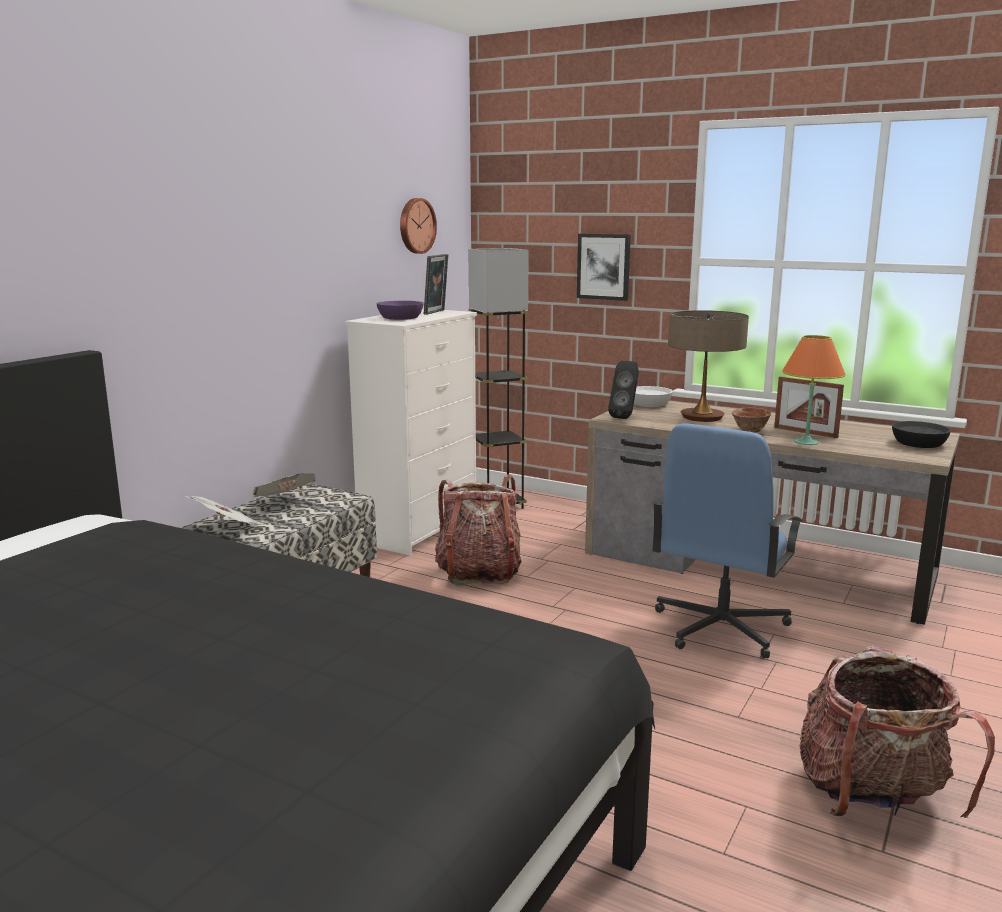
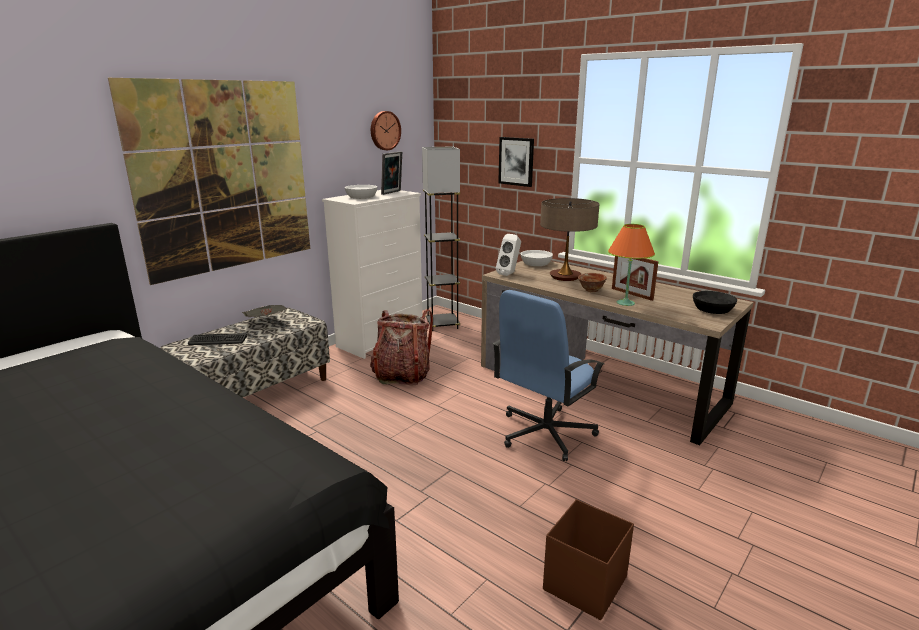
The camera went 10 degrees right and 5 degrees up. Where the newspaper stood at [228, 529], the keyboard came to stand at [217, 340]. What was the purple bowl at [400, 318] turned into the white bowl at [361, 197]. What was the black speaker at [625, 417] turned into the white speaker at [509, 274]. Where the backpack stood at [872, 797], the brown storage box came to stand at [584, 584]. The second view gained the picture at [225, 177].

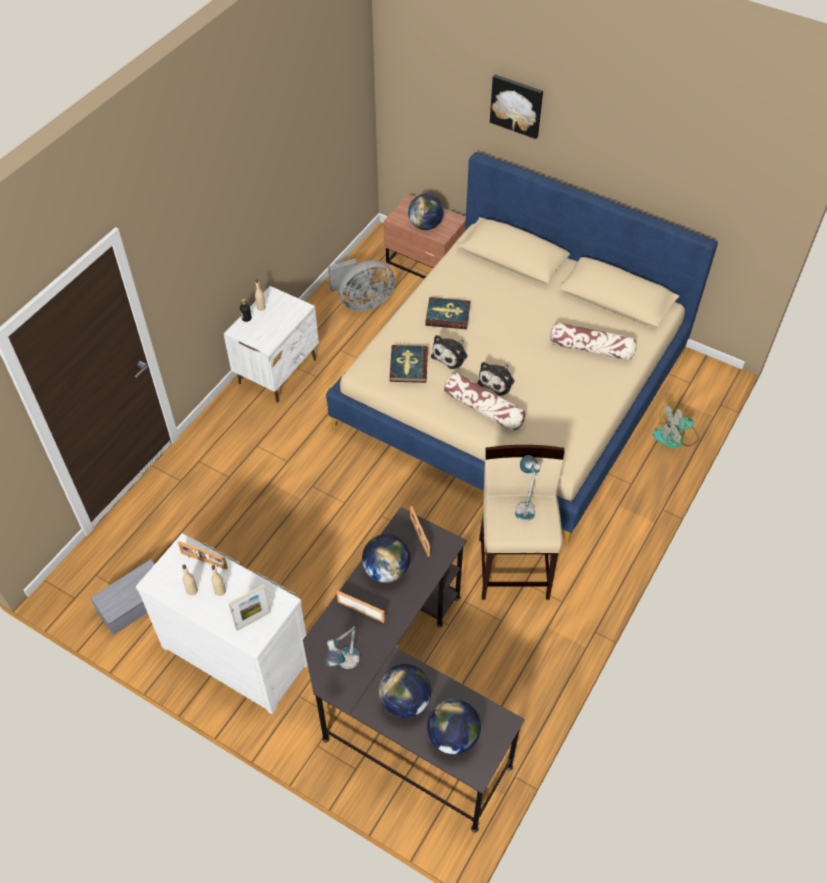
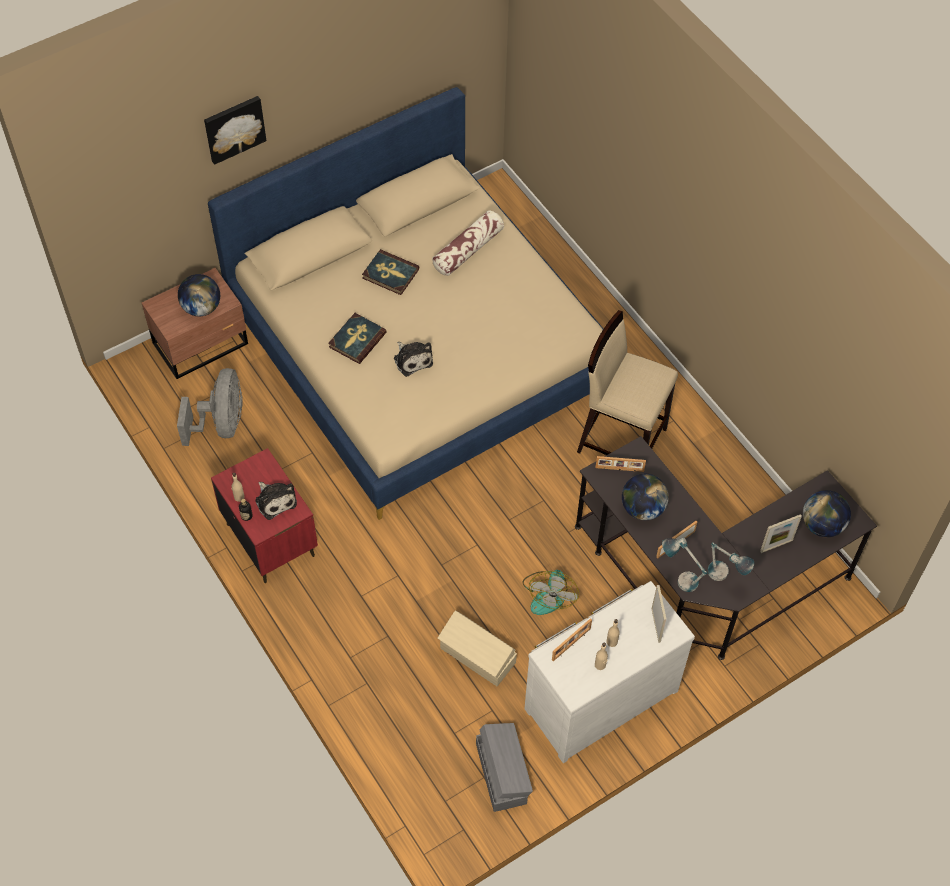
The camera went 65 degrees left and 5 degrees up. What was the white nightstand at [278, 371] turned into the red nightstand at [270, 539]. Where the globe stood at [405, 701], the picture frame came to stand at [776, 546]. The book ended up elsewhere, having gone from [408, 365] to [390, 274]. The second view lost the pillow at [483, 409]. The plush toy ended up elsewhere, having gone from [497, 381] to [275, 500]. The table lamp ended up elsewhere, having gone from [525, 505] to [679, 578]. The fan ended up elsewhere, having gone from [675, 436] to [549, 594]. The second view gained the beige storage box at [477, 656].

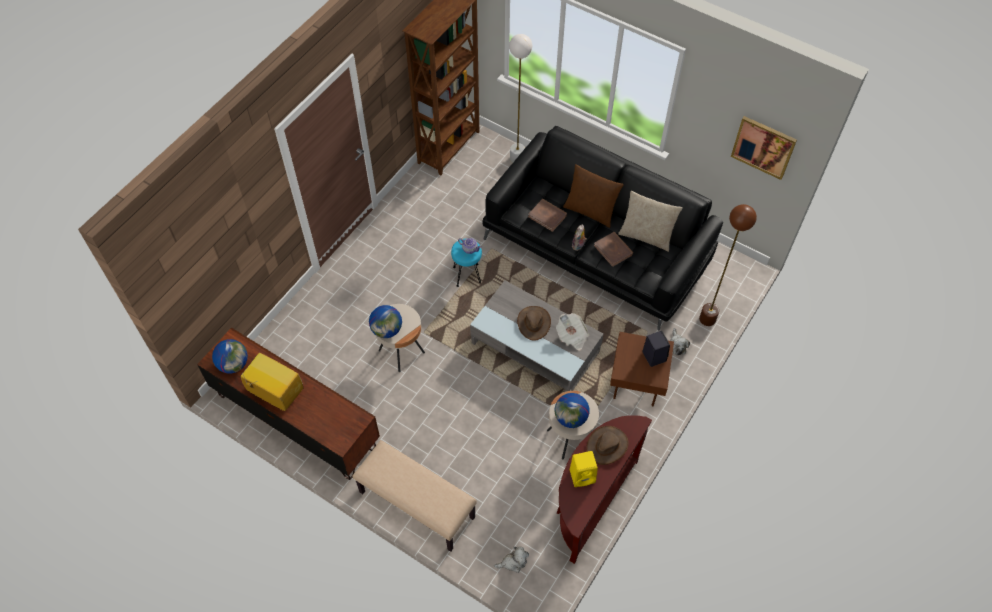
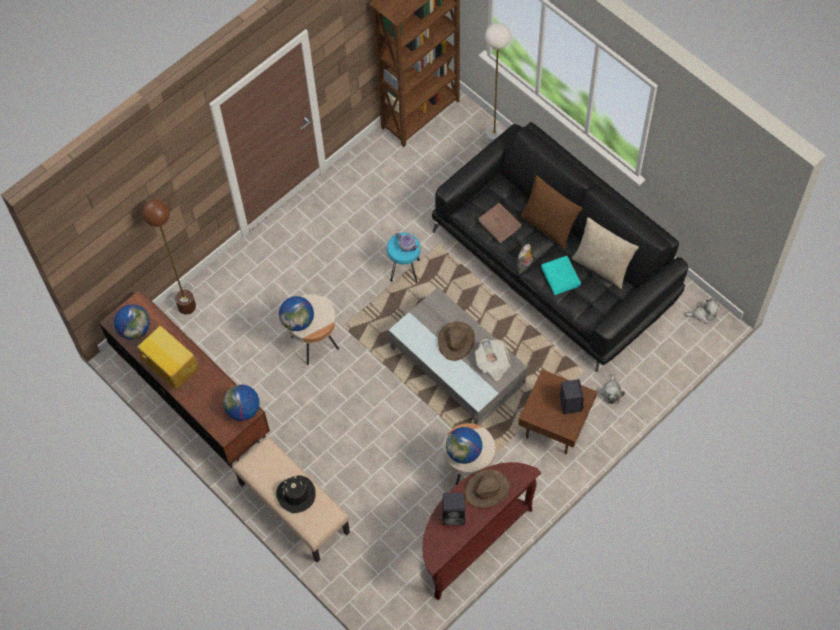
The camera went 15 degrees right and 5 degrees up. The plush toy ended up elsewhere, having gone from [513, 562] to [703, 314]. What was the yellow speaker at [583, 476] turned into the black speaker at [454, 515]. What was the brown book at [613, 250] turned into the turquoise book at [561, 276]. The brown floor lamp ended up elsewhere, having gone from [707, 319] to [187, 306]. The second view lost the picture at [763, 147]. The second view gained the globe at [243, 410]. The second view gained the black hat at [296, 495].

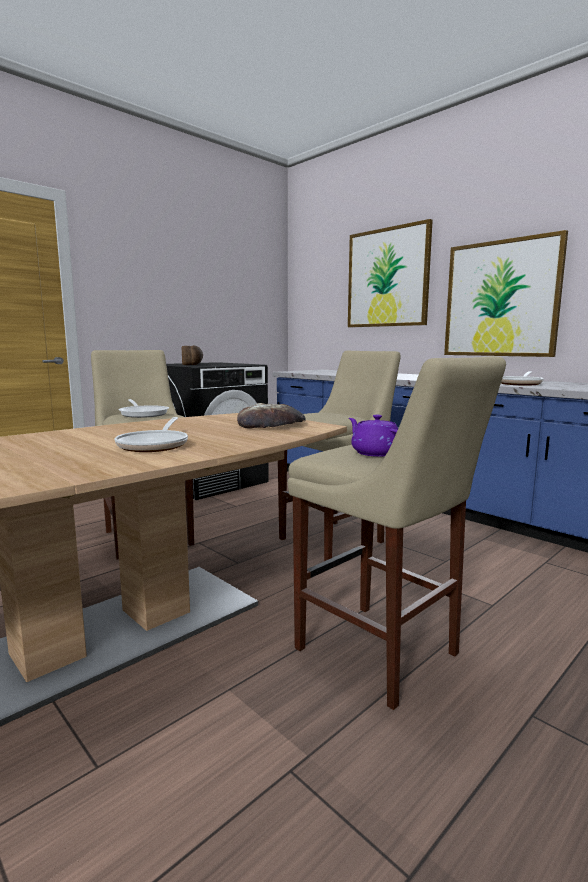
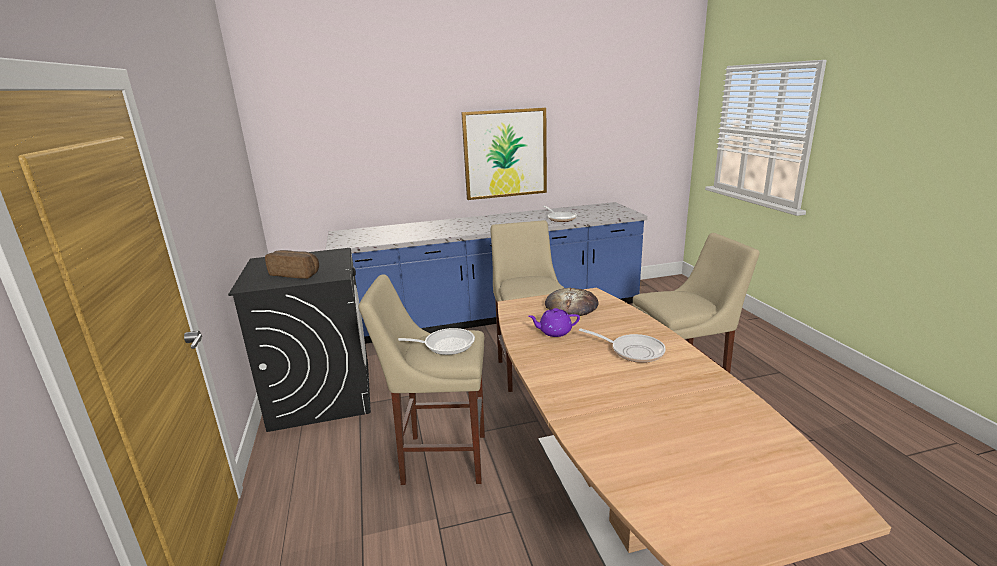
The camera went 60 degrees left and 10 degrees up. The second view lost the picture at [387, 278]. The purple teapot ended up elsewhere, having gone from [374, 453] to [554, 332].

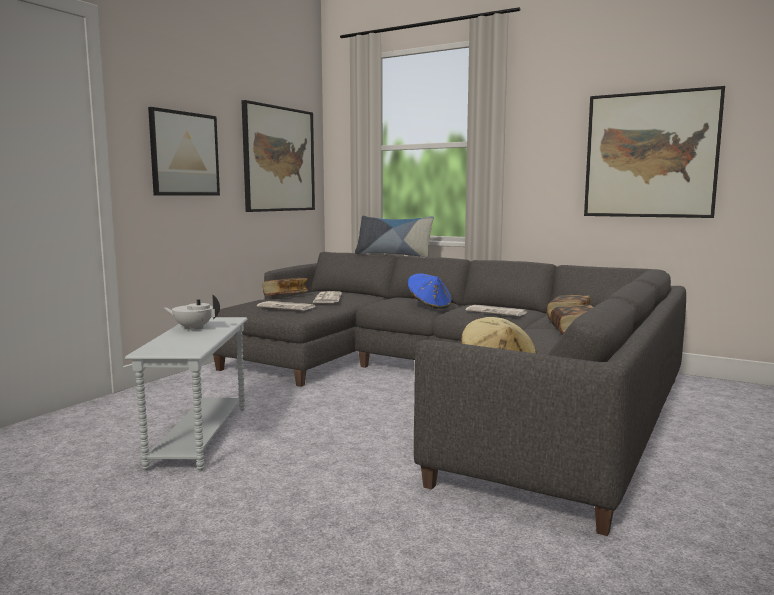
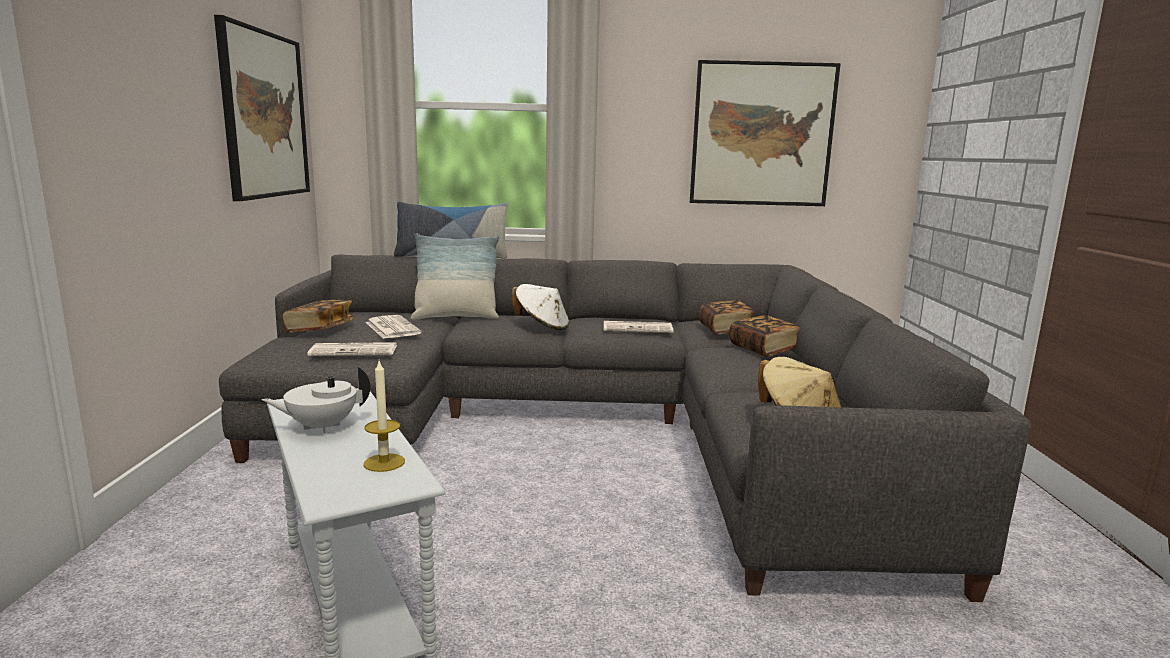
The camera went 30 degrees left and 5 degrees up. The second view lost the picture at [184, 154]. What was the blue hat at [429, 306] turned into the white hat at [542, 326]. The second view gained the candle at [384, 462]. The second view gained the pillow at [456, 317].

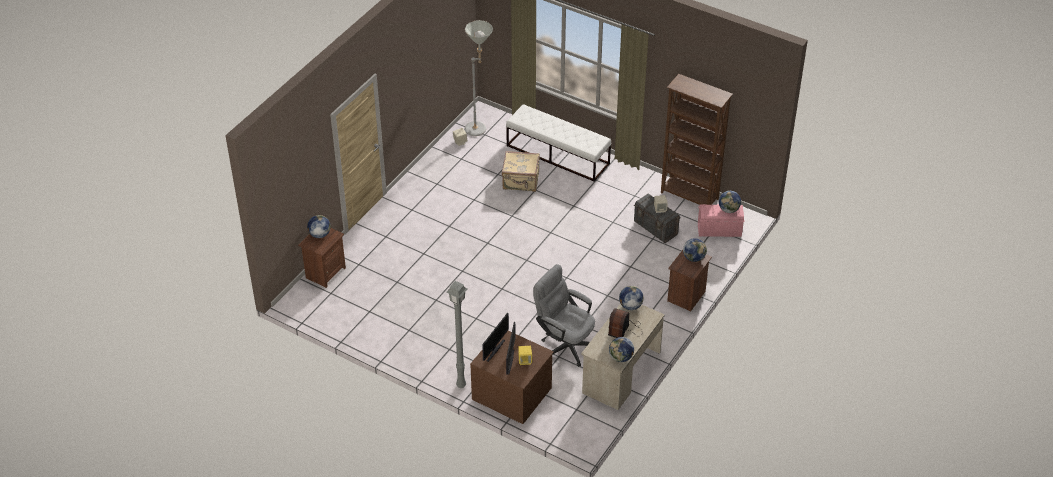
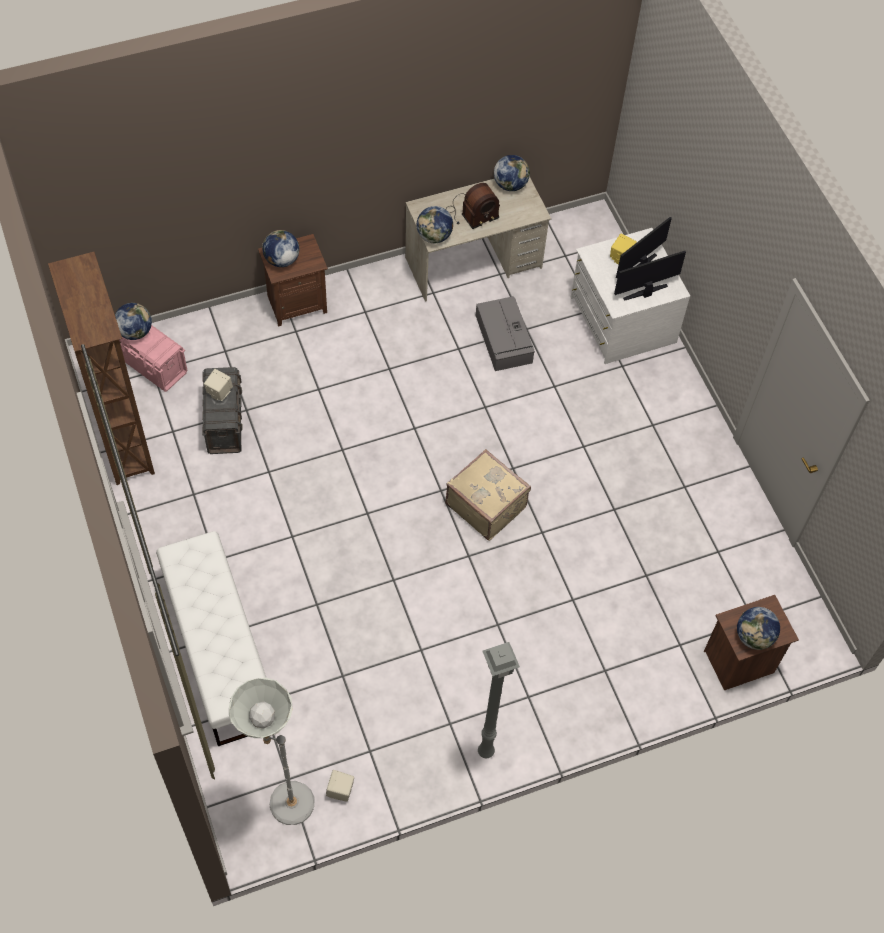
The camera went 145 degrees left and 15 degrees up. The grey floor lamp ended up elsewhere, having gone from [460, 385] to [487, 752]. What was the brown dresser at [512, 392] turned into the white dresser at [621, 320]. The beige suitcase ended up elsewhere, having gone from [521, 181] to [486, 505]. Where the grey office chair stood at [564, 343], the grey storage box came to stand at [504, 340].

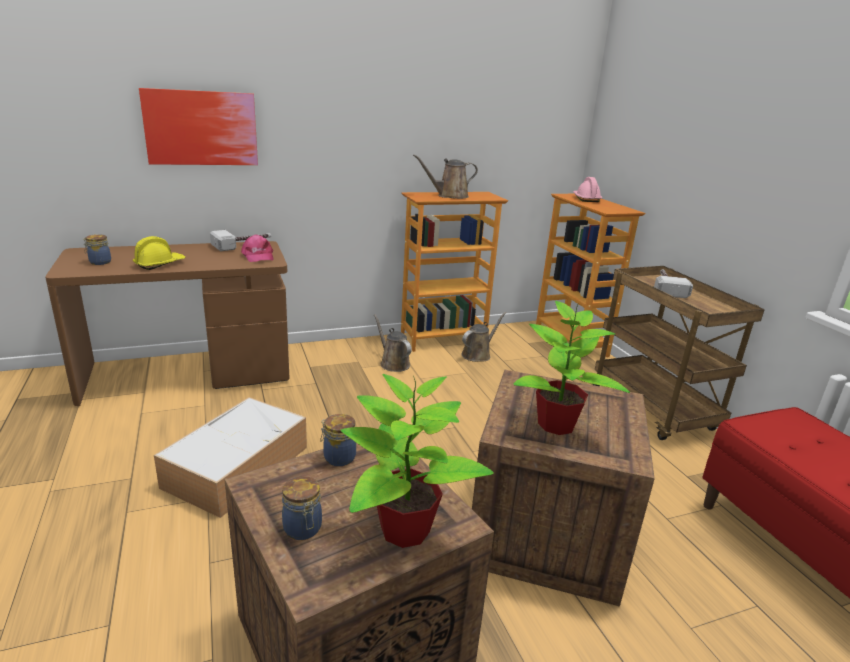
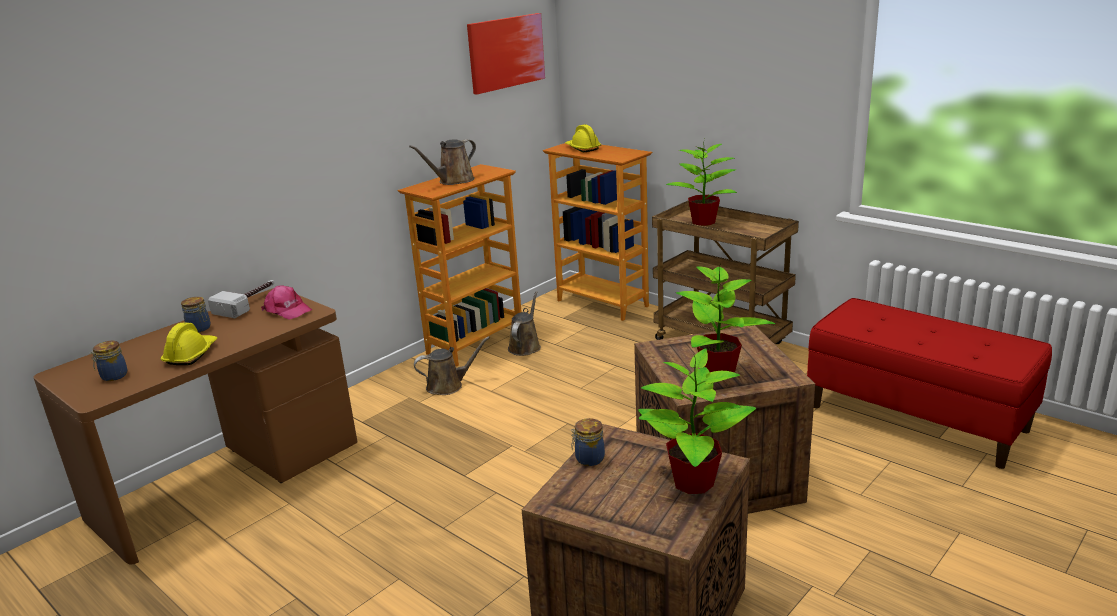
The camera went 25 degrees left and 0 degrees up. The picture ended up elsewhere, having gone from [201, 128] to [506, 52]. The second view lost the storage box at [238, 465]. The jar ended up elsewhere, having gone from [303, 529] to [200, 329]. The brown watering can at [393, 363] ended up facing another way, 135 degrees clockwise from before. What was the pink hard hat at [585, 199] turned into the yellow hard hat at [582, 148]. Where the hammer stood at [666, 287], the potted plant came to stand at [704, 222].

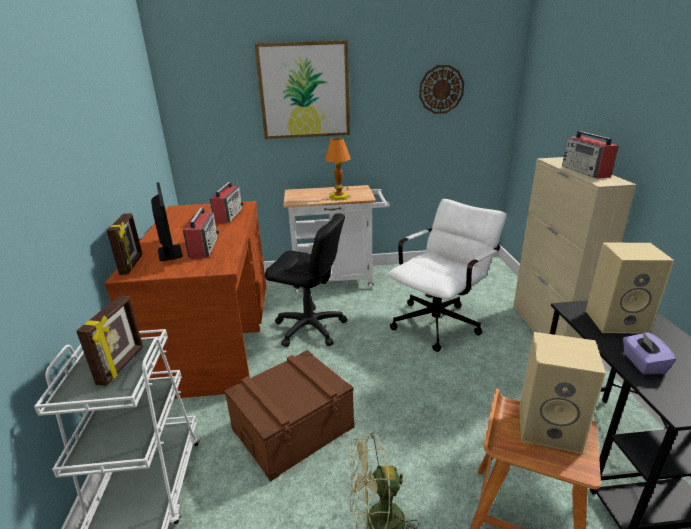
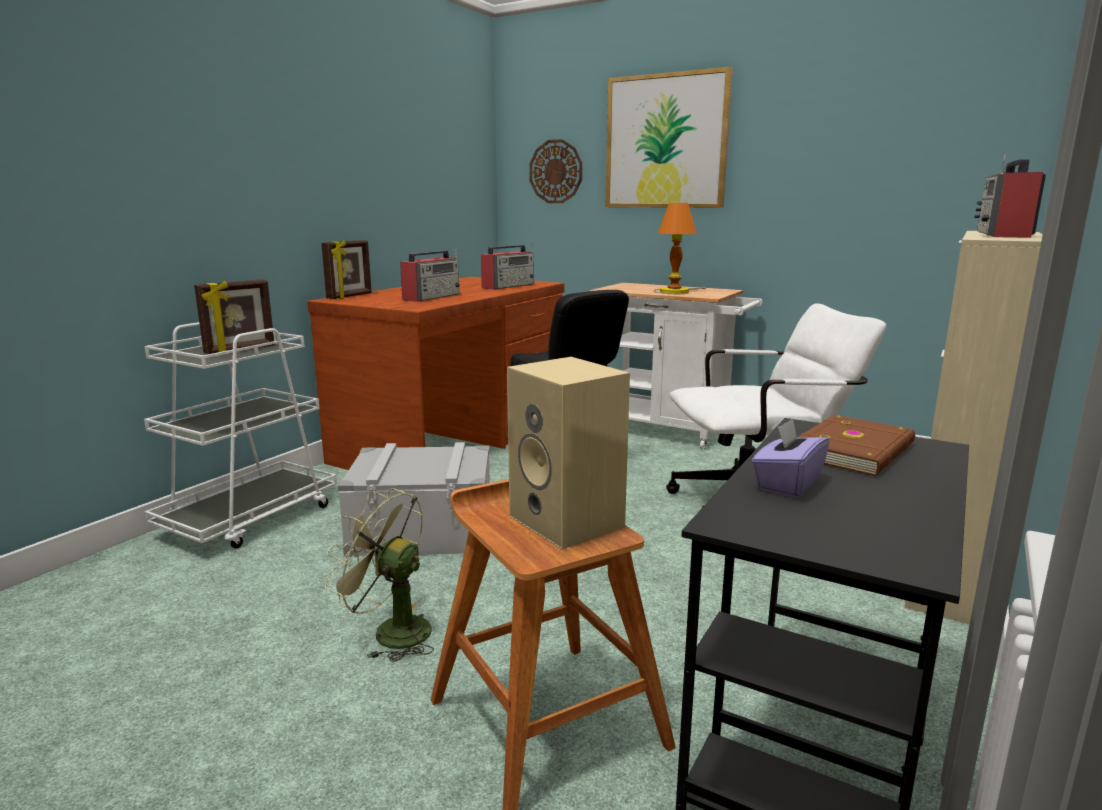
The camera went 35 degrees right and 10 degrees down. The second view lost the monitor at [170, 253]. What was the brown storage box at [293, 428] turned into the grey storage box at [423, 529]. The wall clock ended up elsewhere, having gone from [441, 89] to [556, 171]. Where the beige speaker stood at [617, 321], the brown book came to stand at [855, 450].

